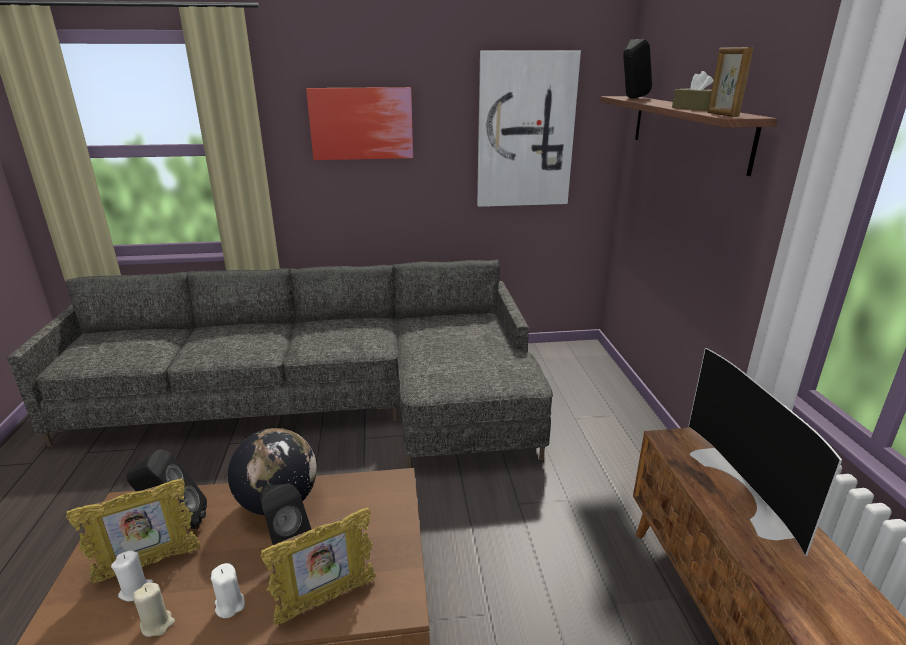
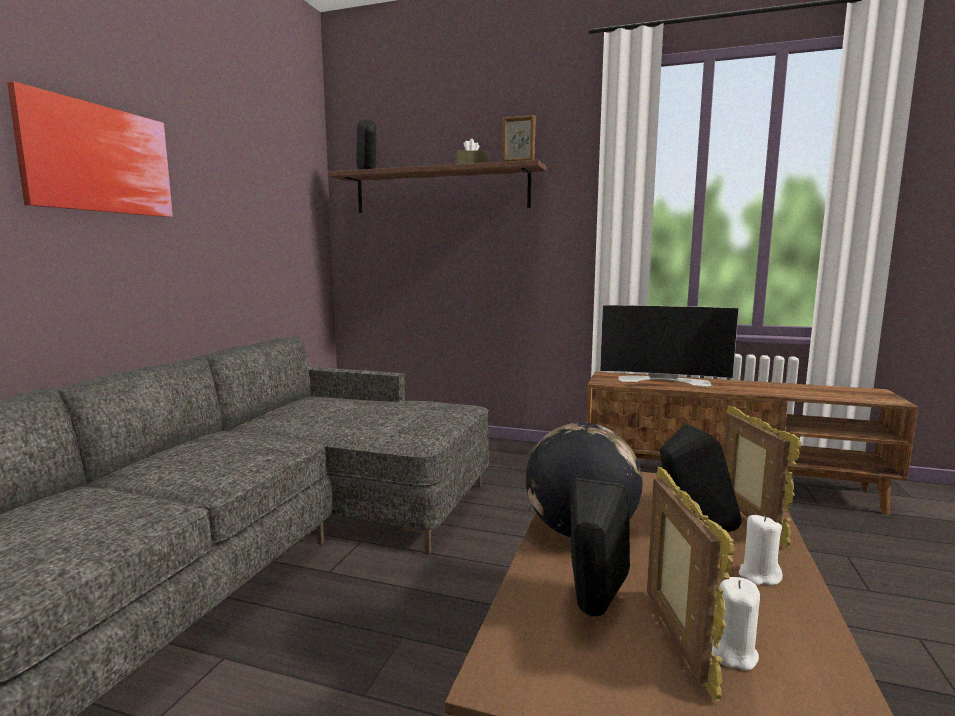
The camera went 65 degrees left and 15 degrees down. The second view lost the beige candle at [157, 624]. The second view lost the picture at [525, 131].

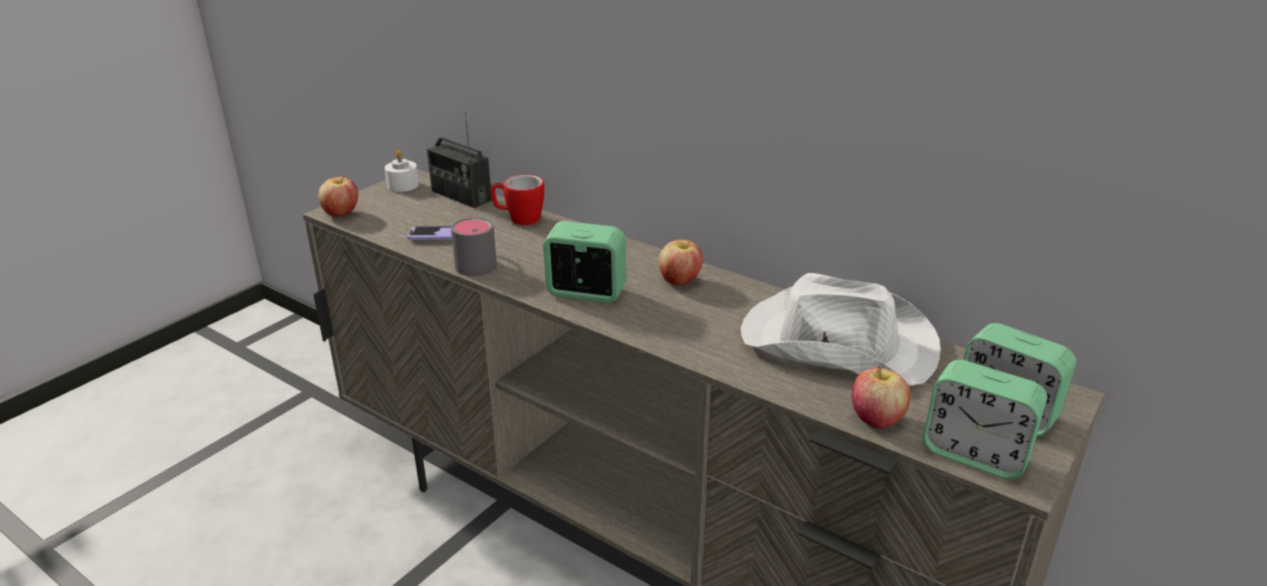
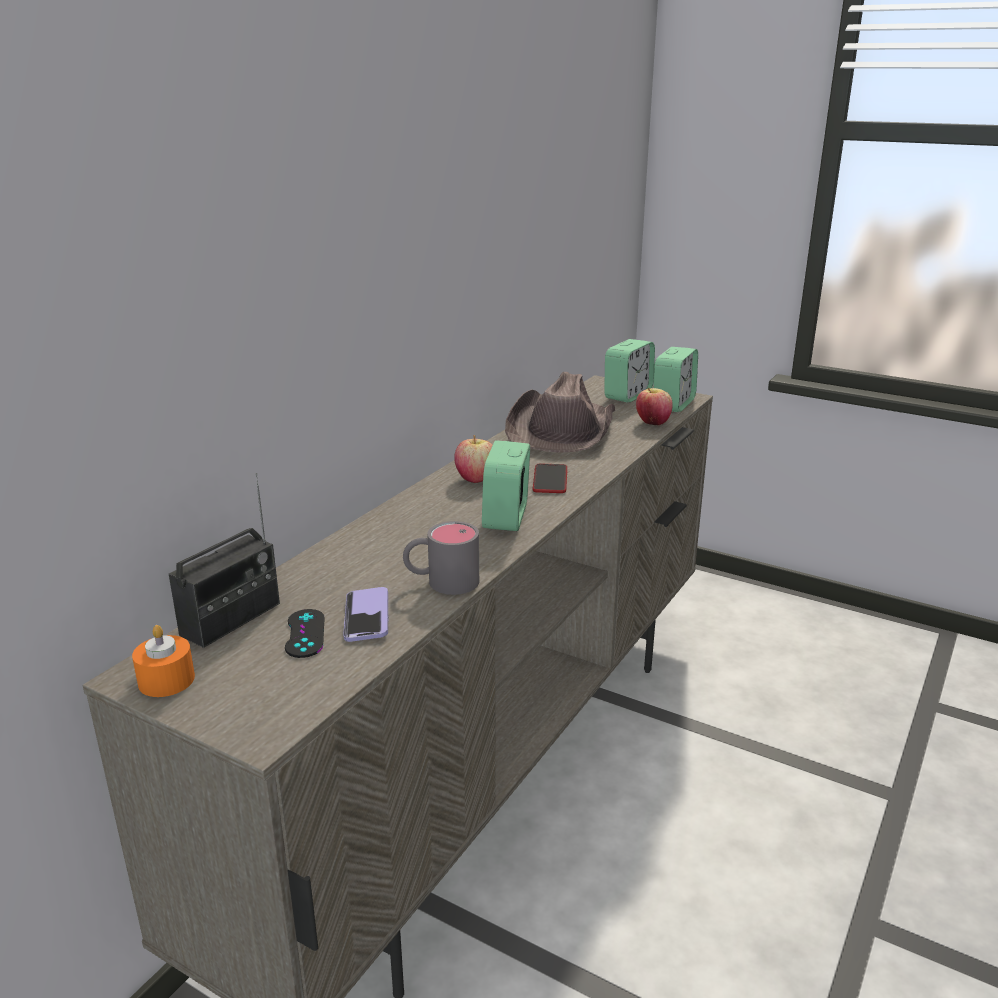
The camera went 95 degrees left and 5 degrees down. The second view lost the apple at [341, 214]. What was the white candle at [403, 185] turned into the orange candle at [166, 680]. The second view lost the mug at [519, 219]. What was the white hat at [835, 342] turned into the brown hat at [562, 429]. The second view gained the black game controller at [305, 633]. The second view gained the phone at [550, 480].

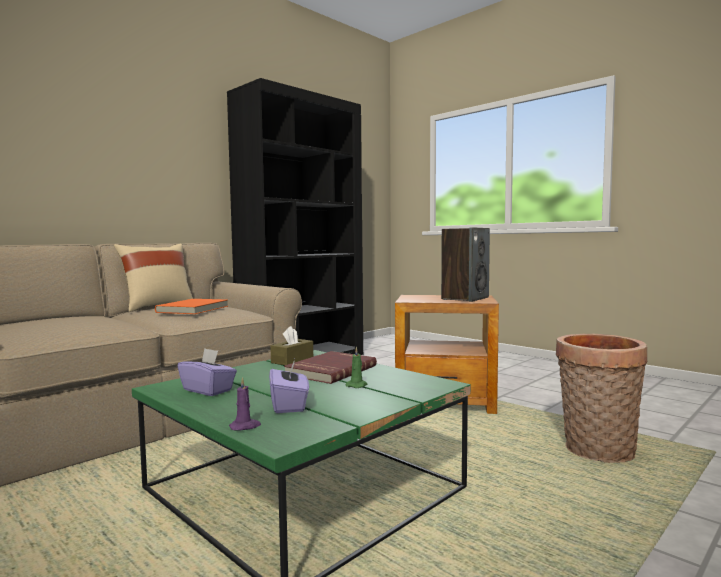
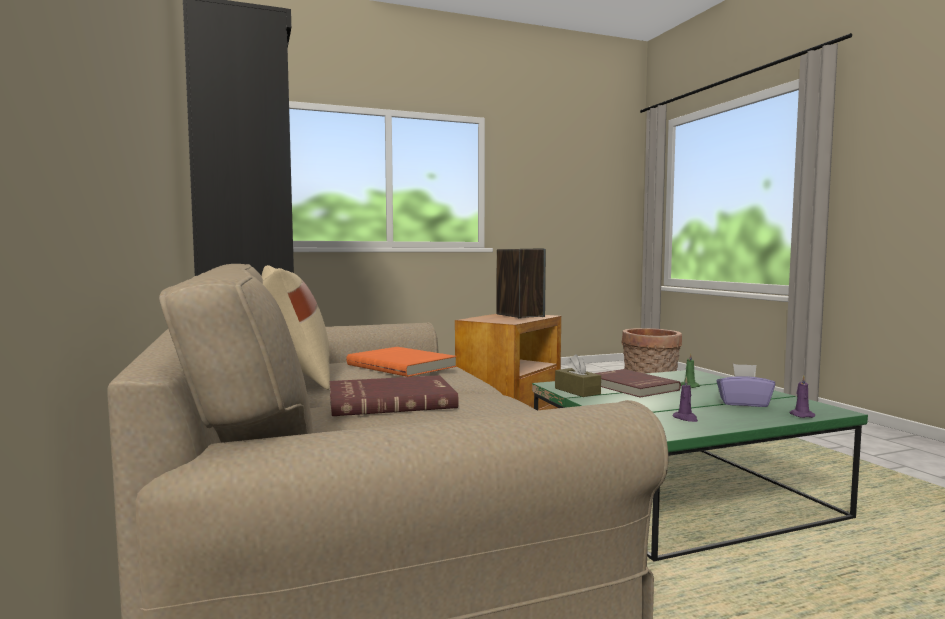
The camera went 65 degrees left and 0 degrees up. Where the purple tissue box stood at [208, 390], the purple candle came to stand at [685, 418]. The second view gained the red book at [390, 400].

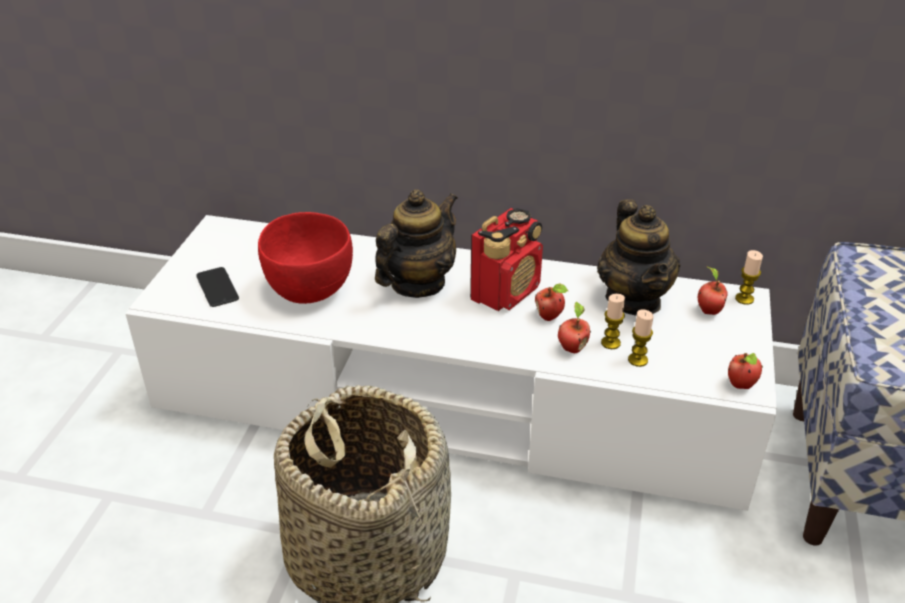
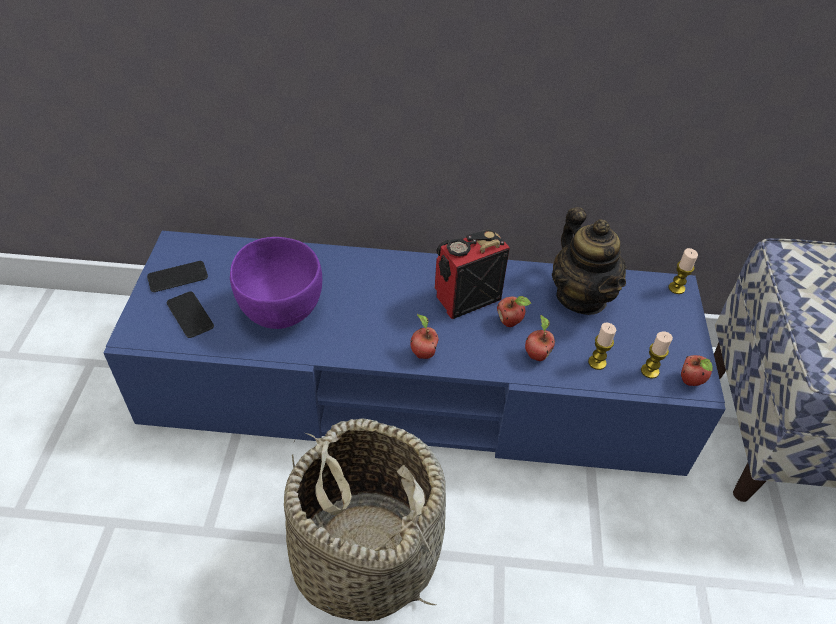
The camera went 10 degrees left and 10 degrees up. What was the white tv stand at [452, 400] turned into the blue tv stand at [414, 388]. What was the red bowl at [310, 290] turned into the purple bowl at [281, 310]. The second view lost the teapot at [417, 284]. The radio at [506, 292] ended up facing another way, 150 degrees counterclockwise from before. The candle ended up elsewhere, having gone from [610, 343] to [649, 371]. The apple ended up elsewhere, having gone from [708, 310] to [423, 353]. The second view gained the phone at [178, 277].

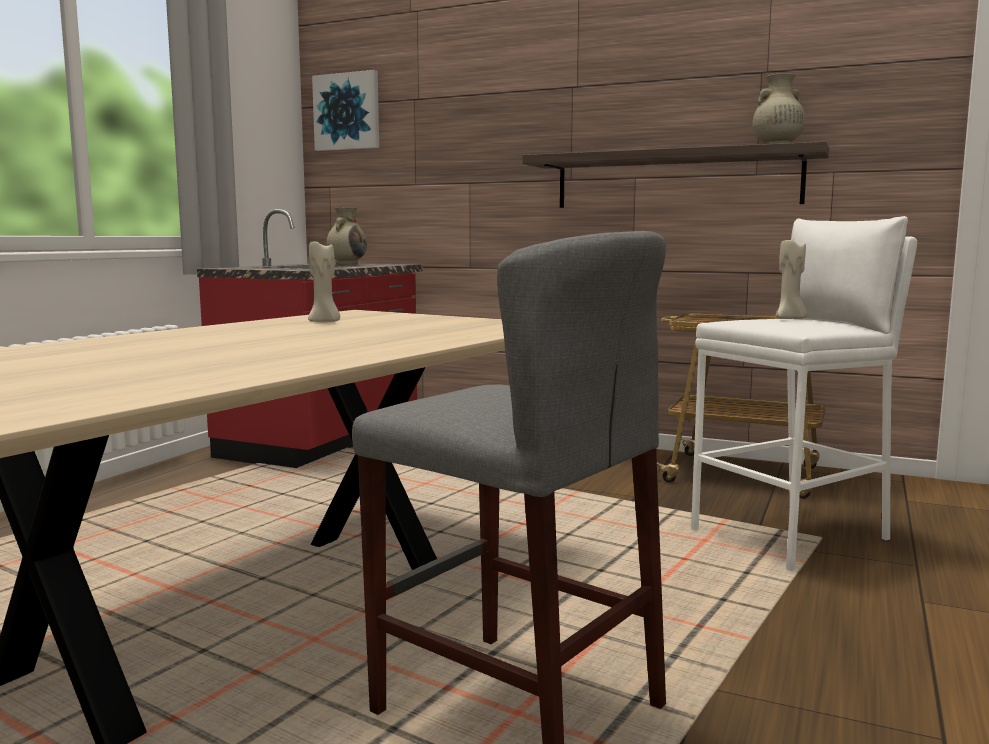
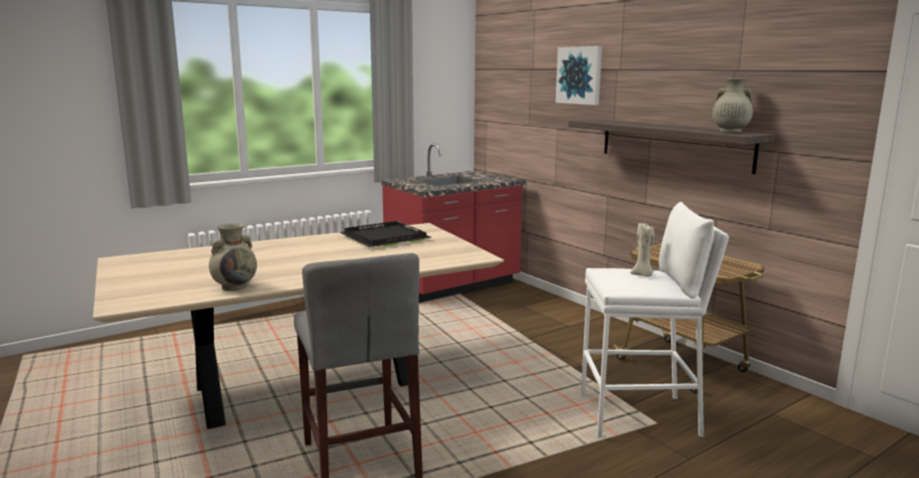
The camera went 30 degrees right and 5 degrees up. Where the beige candle stood at [325, 322], the black tray came to stand at [383, 237]. The picture ended up elsewhere, having gone from [347, 112] to [579, 75]. The beige vase ended up elsewhere, having gone from [347, 264] to [235, 286].

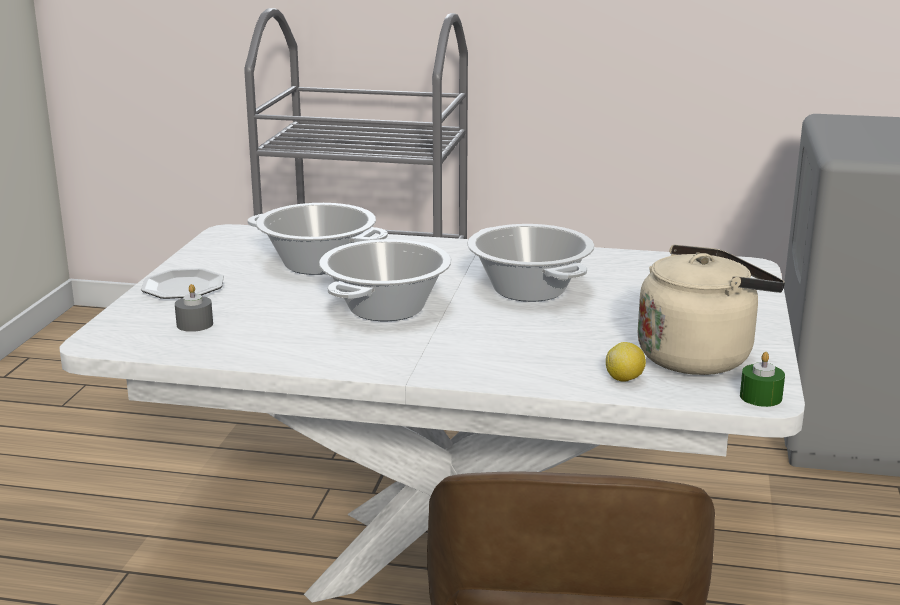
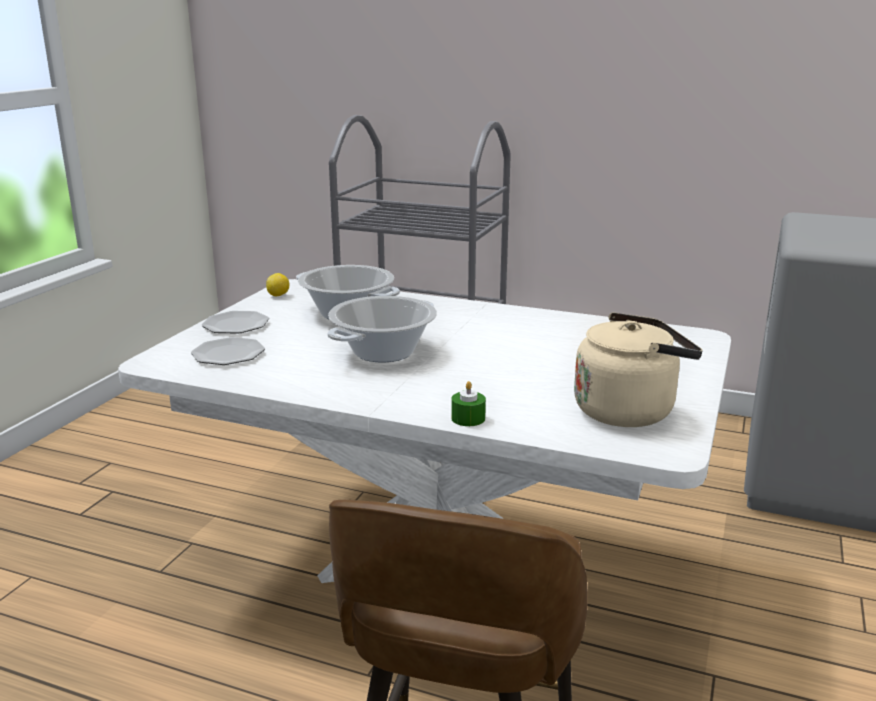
The camera went 10 degrees right and 0 degrees up. Where the grey candle stood at [195, 324], the plate came to stand at [229, 354]. The second view lost the cooking pot at [528, 290]. The lemon ended up elsewhere, having gone from [624, 379] to [278, 295]. The green candle ended up elsewhere, having gone from [760, 397] to [468, 418].

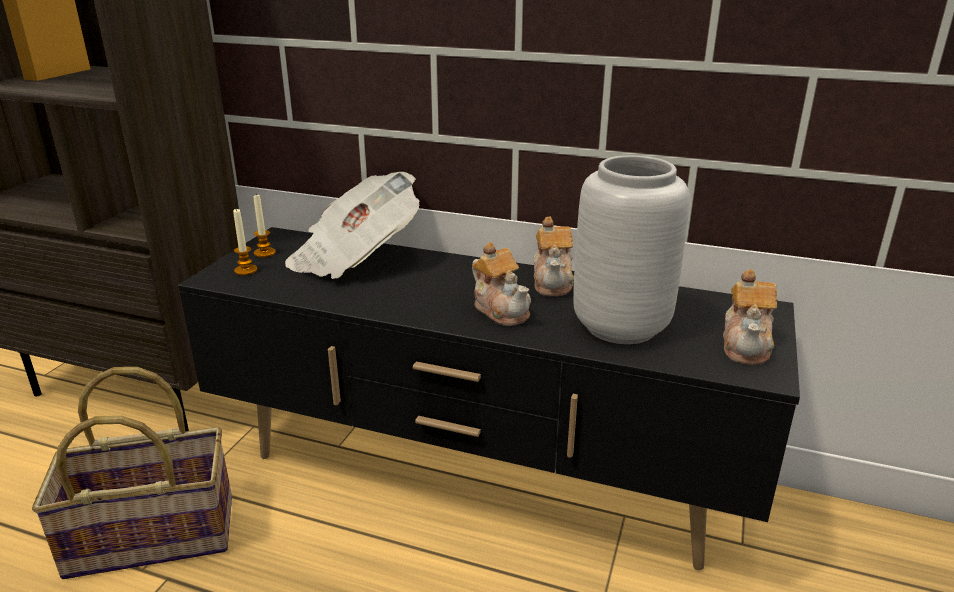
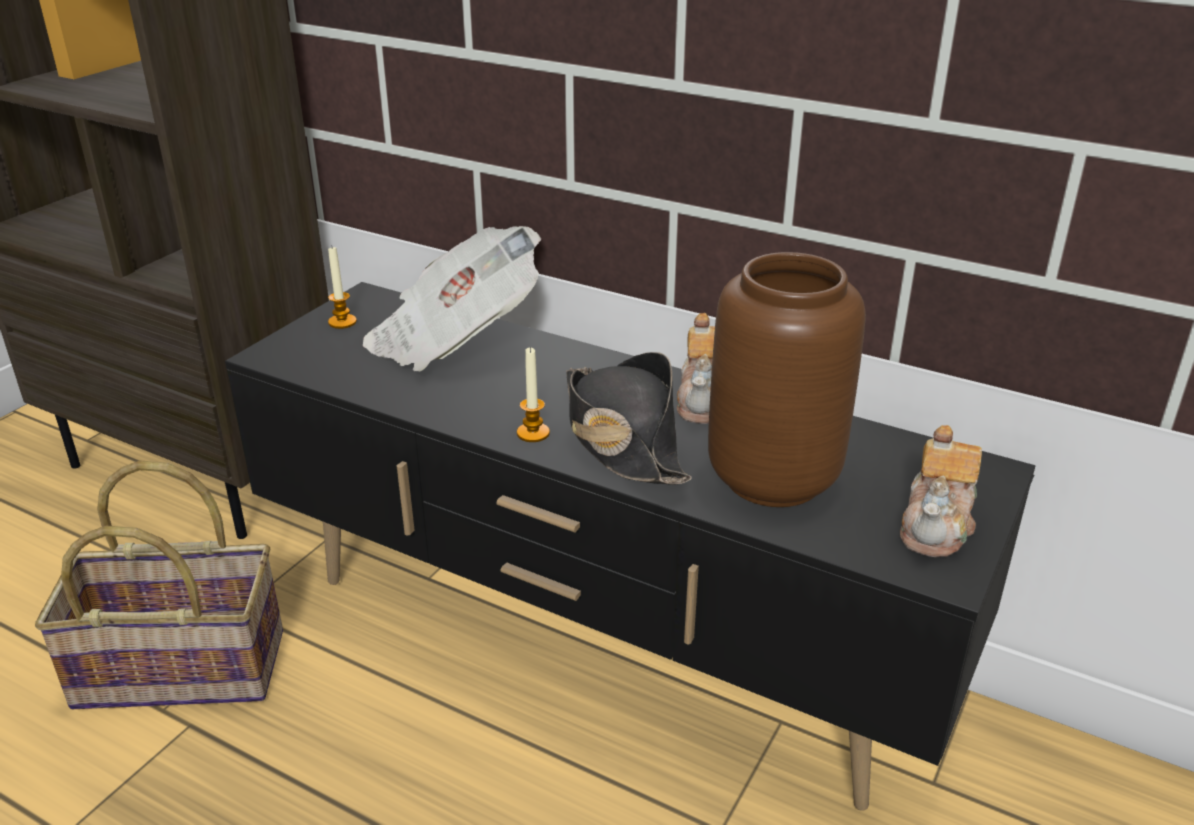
The camera went 10 degrees right and 5 degrees up. The candle ended up elsewhere, having gone from [246, 270] to [533, 433]. Where the teapot stood at [501, 309], the black hat came to stand at [621, 437]. What was the grey vase at [622, 327] turned into the brown vase at [774, 481].

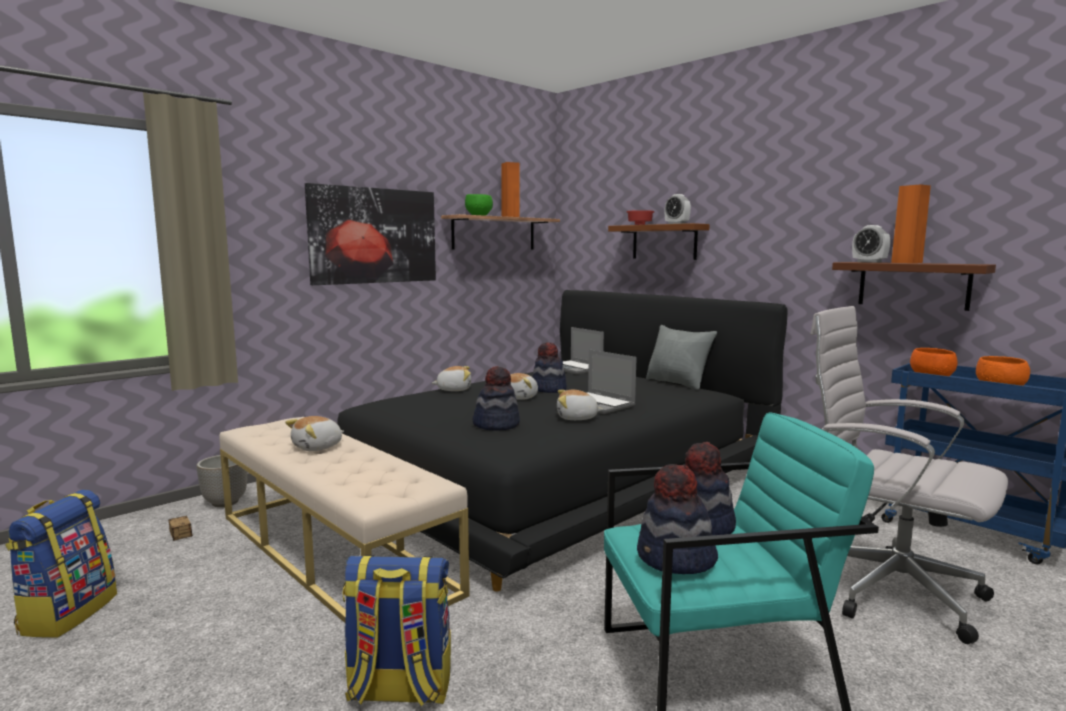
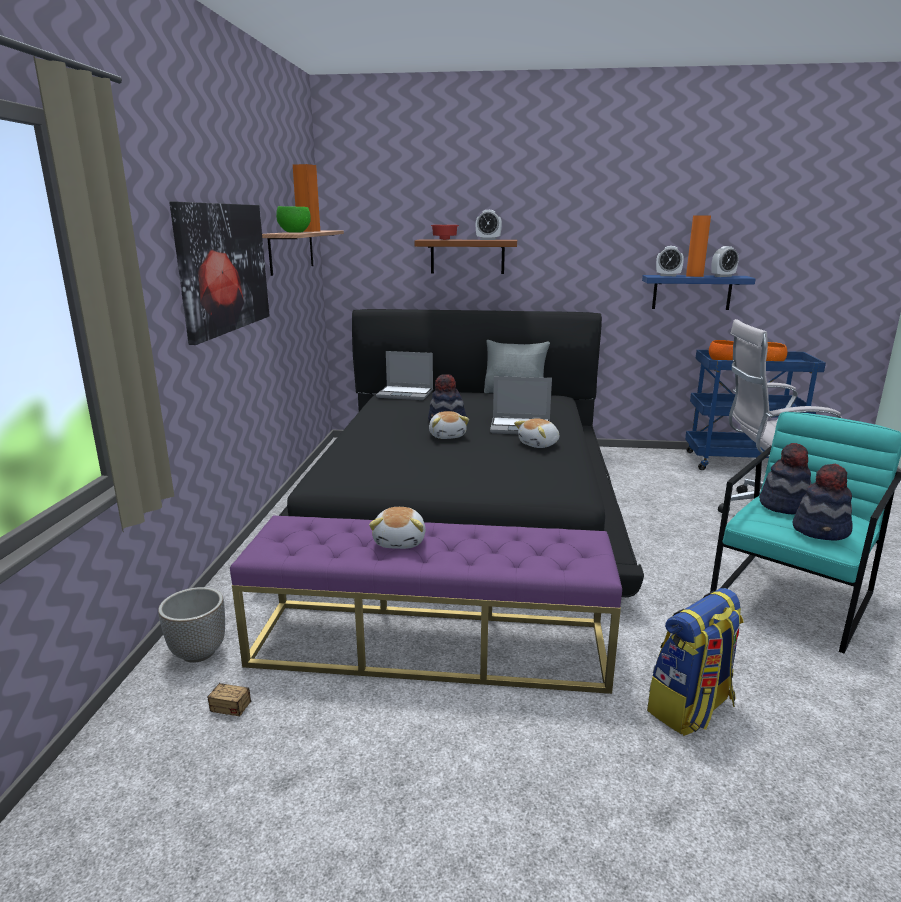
The camera went 40 degrees left and 10 degrees up. The second view lost the backpack at [68, 613]. What was the beige bench at [333, 552] turned into the purple bench at [430, 644]. The second view lost the plush toy at [454, 389]. The second view lost the hat at [496, 425]. What was the brown shelf at [913, 285] turned into the blue shelf at [692, 292]. The second view gained the alarm clock at [723, 276].

